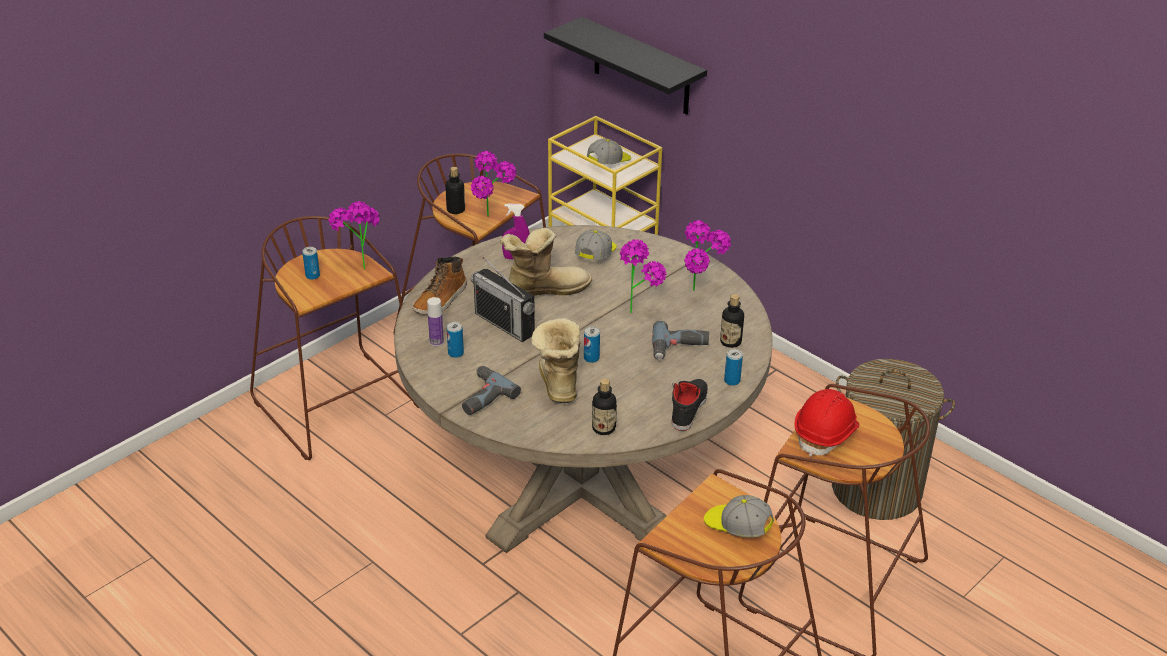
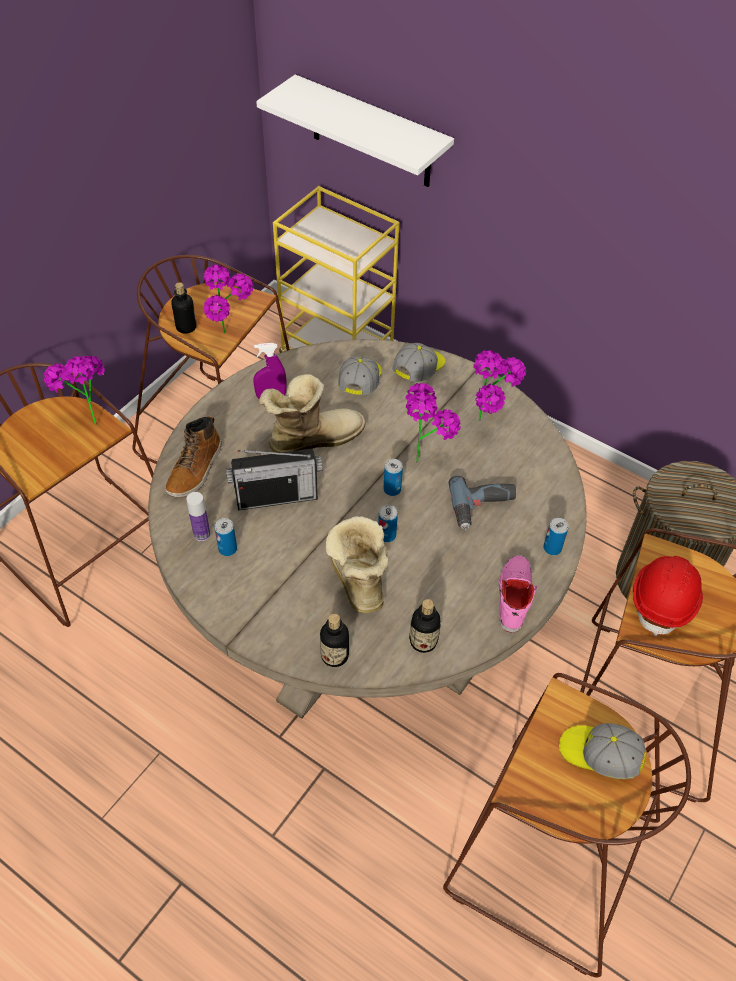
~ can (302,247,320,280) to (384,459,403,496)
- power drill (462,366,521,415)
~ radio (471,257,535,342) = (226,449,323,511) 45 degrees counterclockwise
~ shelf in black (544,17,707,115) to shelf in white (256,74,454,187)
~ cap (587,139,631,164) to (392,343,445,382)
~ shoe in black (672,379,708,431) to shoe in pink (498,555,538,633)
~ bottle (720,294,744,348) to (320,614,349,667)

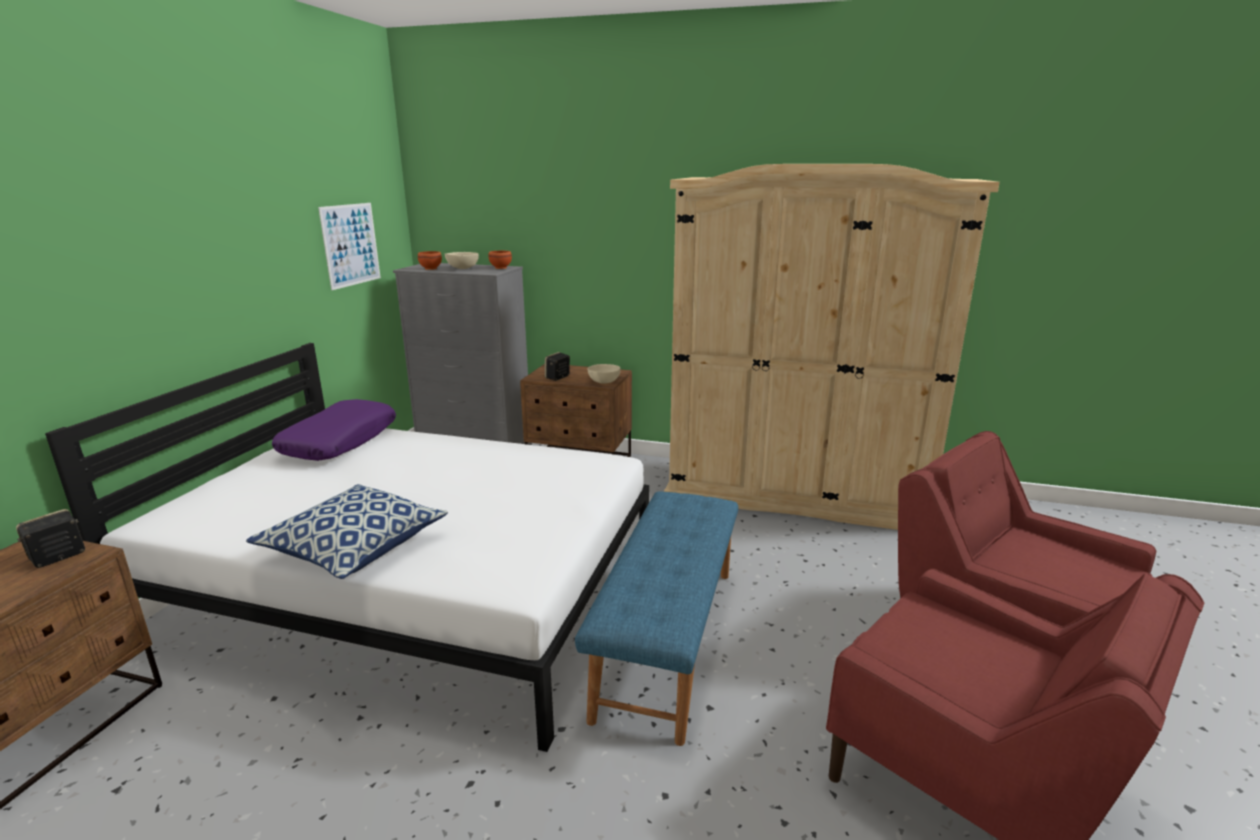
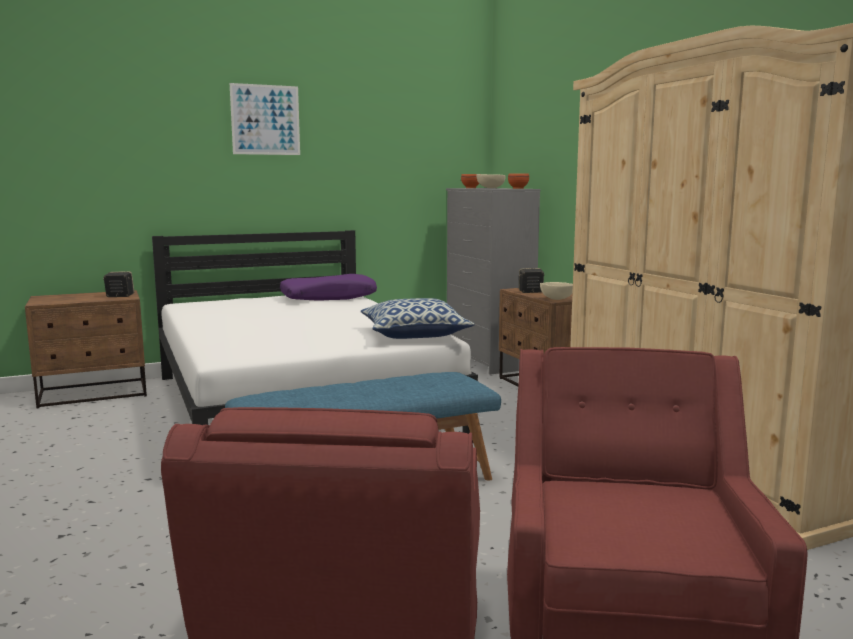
~ pillow (246,484,448,579) to (361,298,475,339)
~ picture (318,203,381,290) to (230,83,300,155)

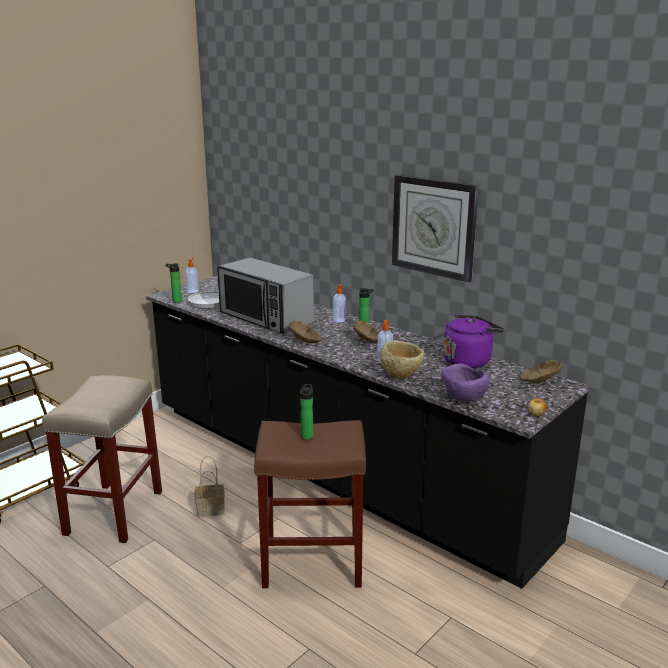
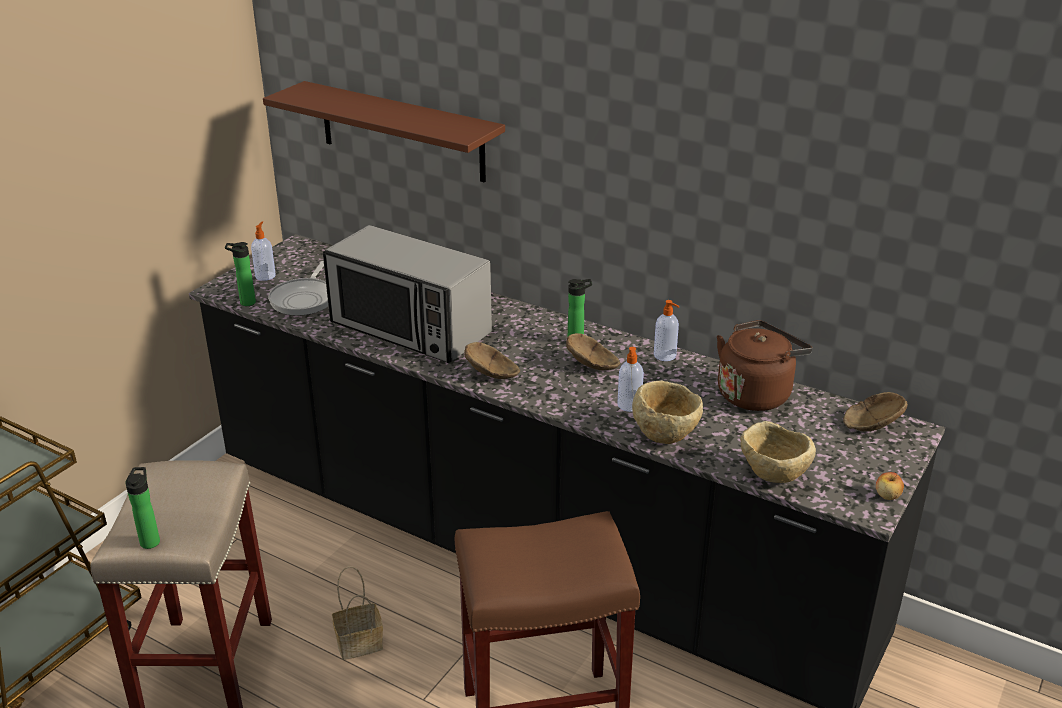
~ bottle (300,384,313,439) to (126,467,160,549)
~ soap dispenser (333,285,346,322) to (654,300,680,361)
- wall clock (392,175,479,283)
~ bowl in purple (441,363,490,401) to bowl in beige (740,421,816,483)
~ kettle in purple (443,314,504,368) to kettle in brown (717,320,812,411)
+ shelf in brown (263,81,505,183)

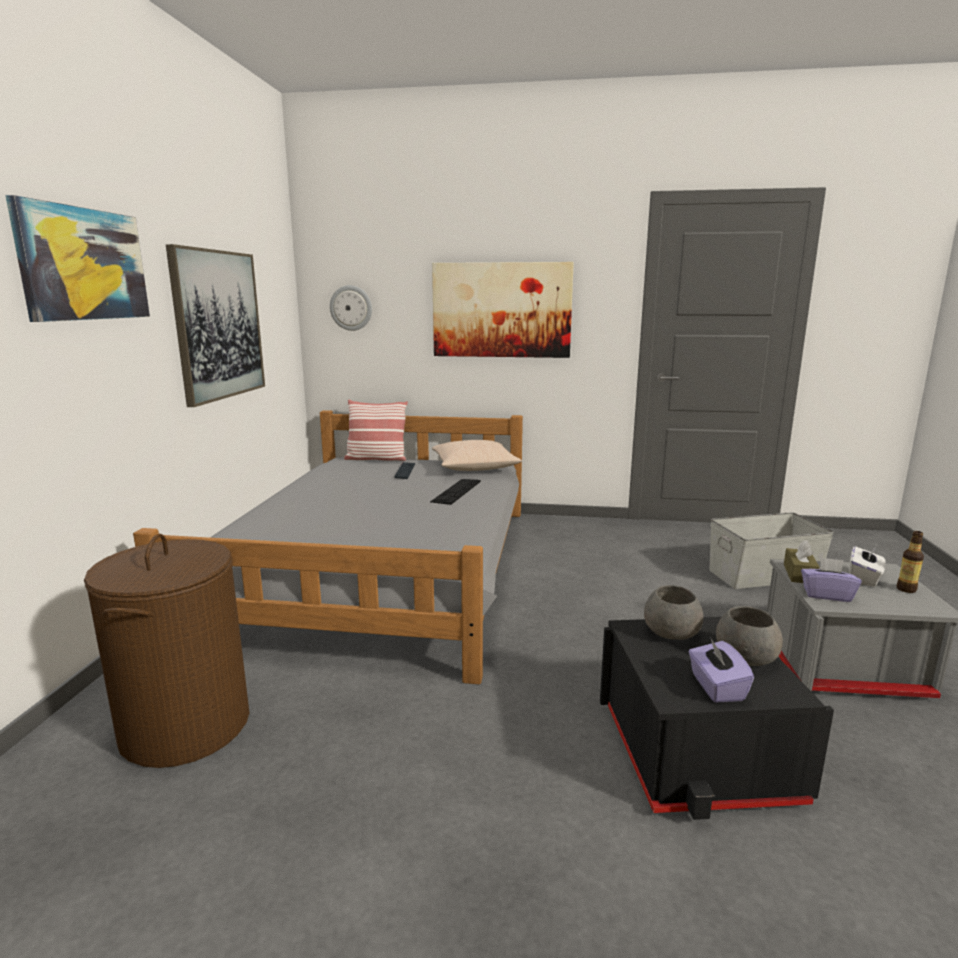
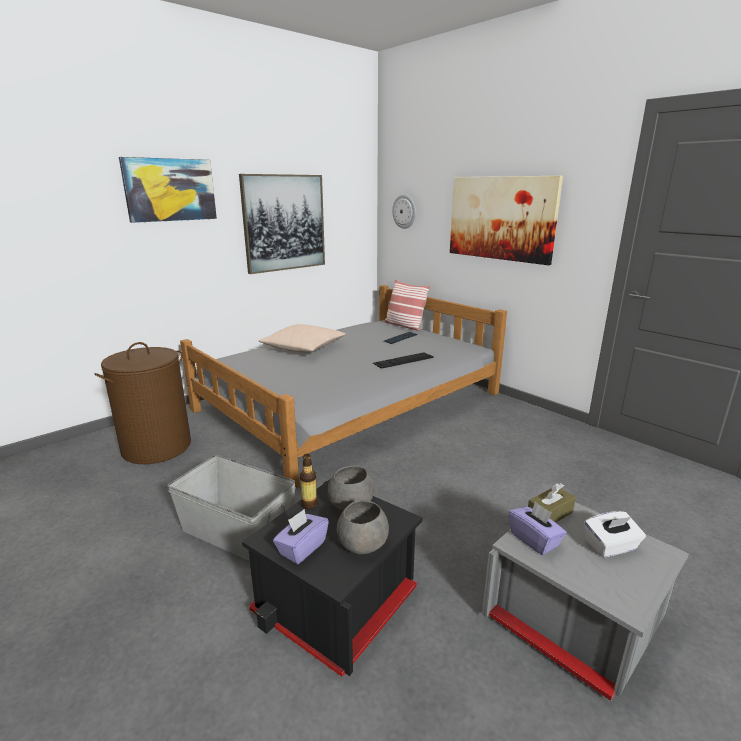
~ pillow in beige (432,440,522,471) to (259,324,346,353)
~ storage box in grey (709,512,834,589) to (167,455,296,561)
~ bottle (897,531,924,593) to (300,454,318,509)

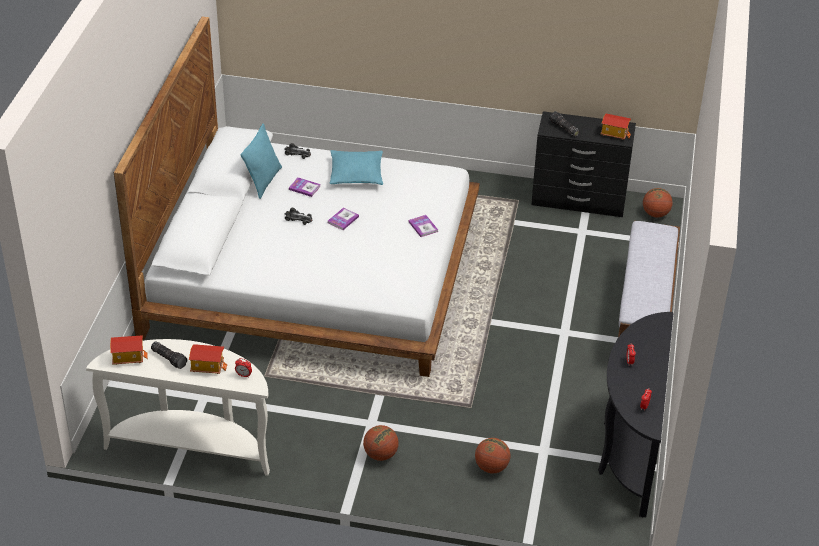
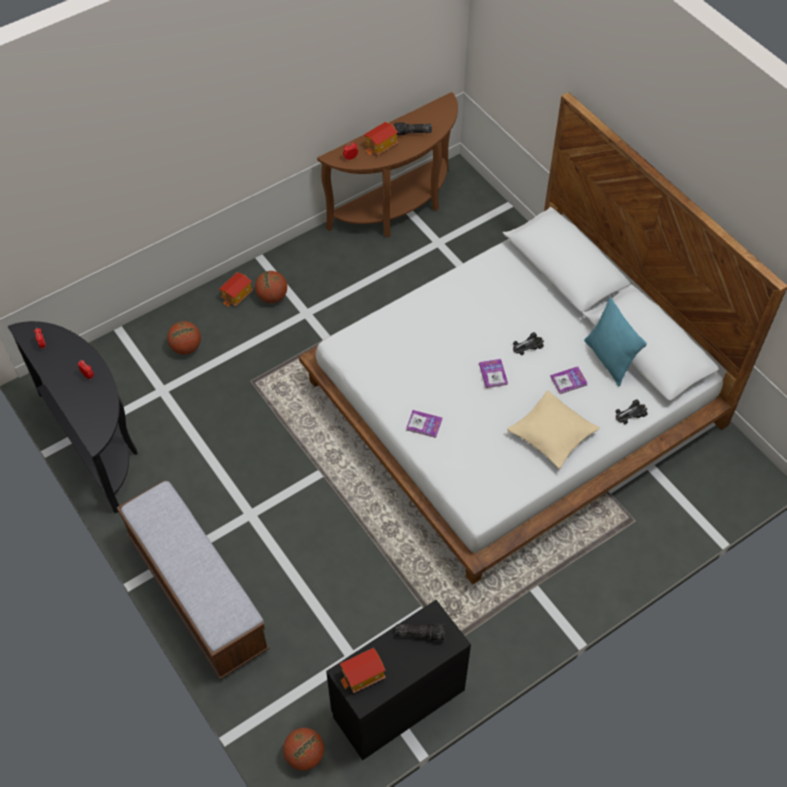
~ console table in white (86,339,270,476) to console table in brown (317,92,458,237)
~ toy house (110,335,148,365) to (219,272,253,307)
~ pillow in turquoise (329,150,383,185) to pillow in beige (507,390,600,469)

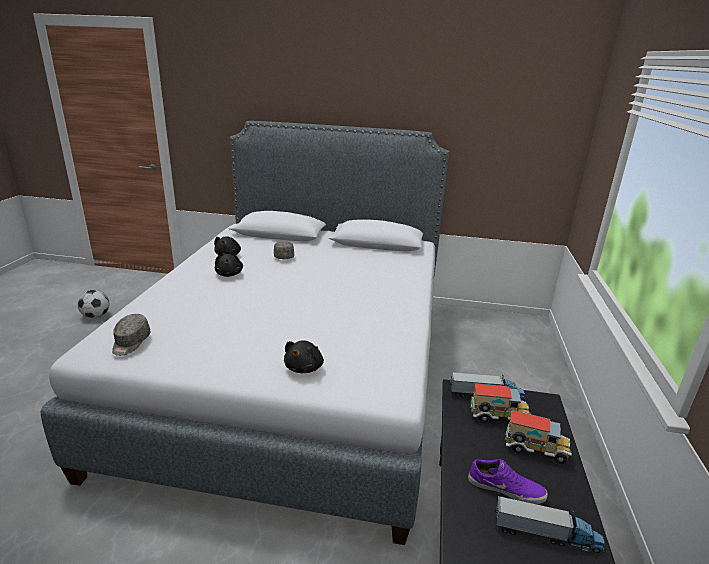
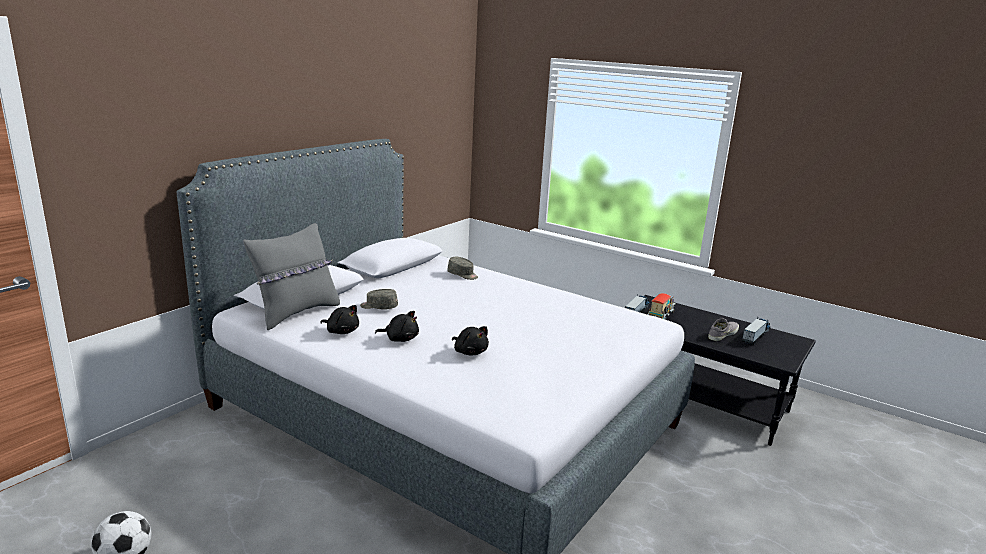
~ cap in grey (112,314,151,356) to (447,257,478,280)
~ plush toy in black (284,340,324,373) to (452,326,489,355)
~ shoe in purple (468,459,548,504) to shoe in grey (708,318,739,341)
- toy truck (505,410,572,464)
+ pillow in grey (243,223,340,331)

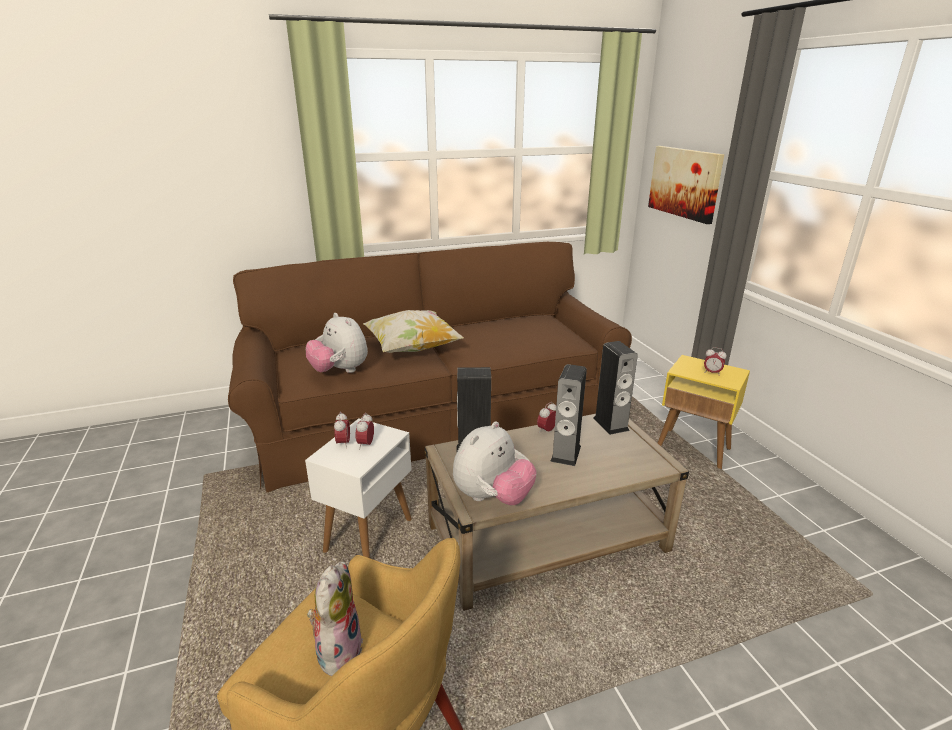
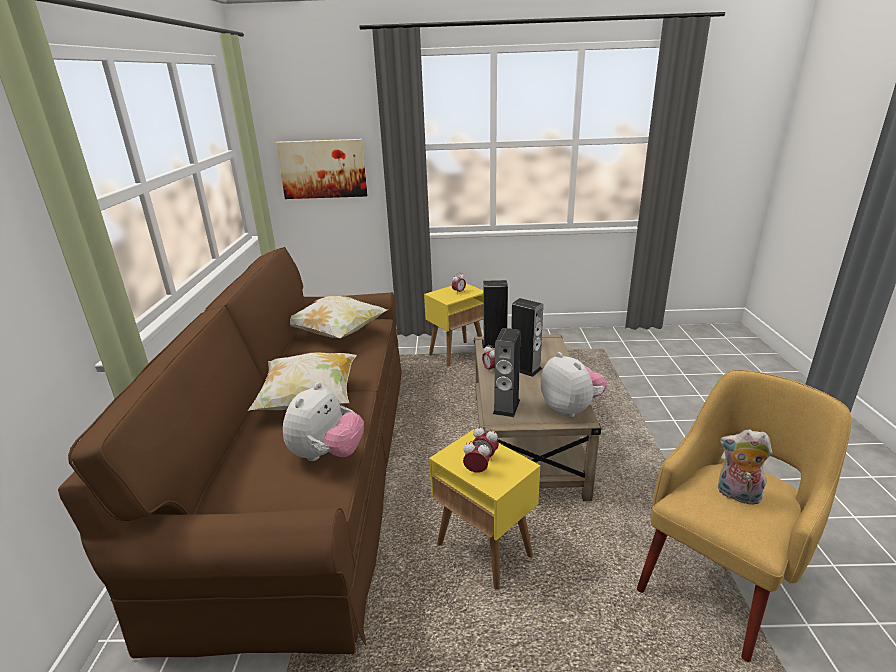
~ side table in white (305,418,412,558) to side table in yellow (429,429,540,590)
~ plush toy (306,313,368,373) = (283,383,364,461) 45 degrees counterclockwise
+ pillow (290,296,387,339)

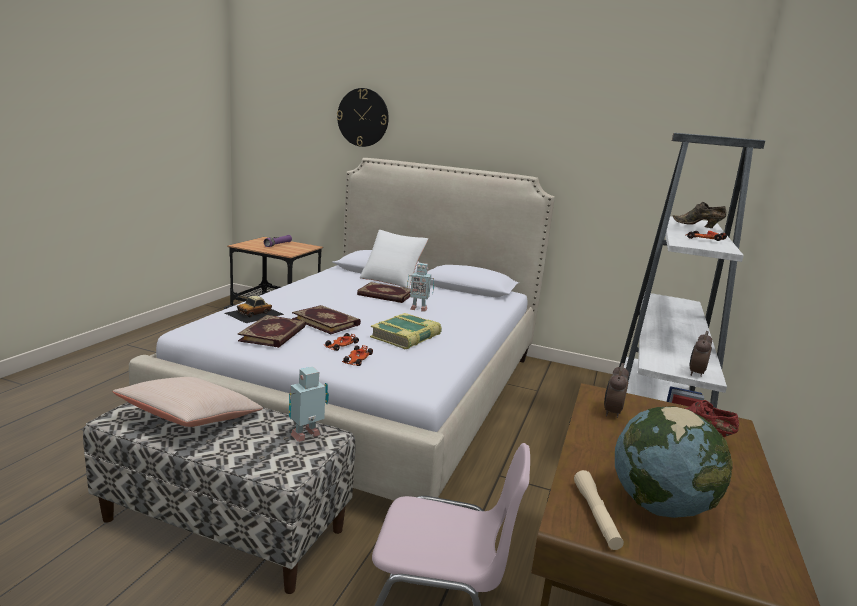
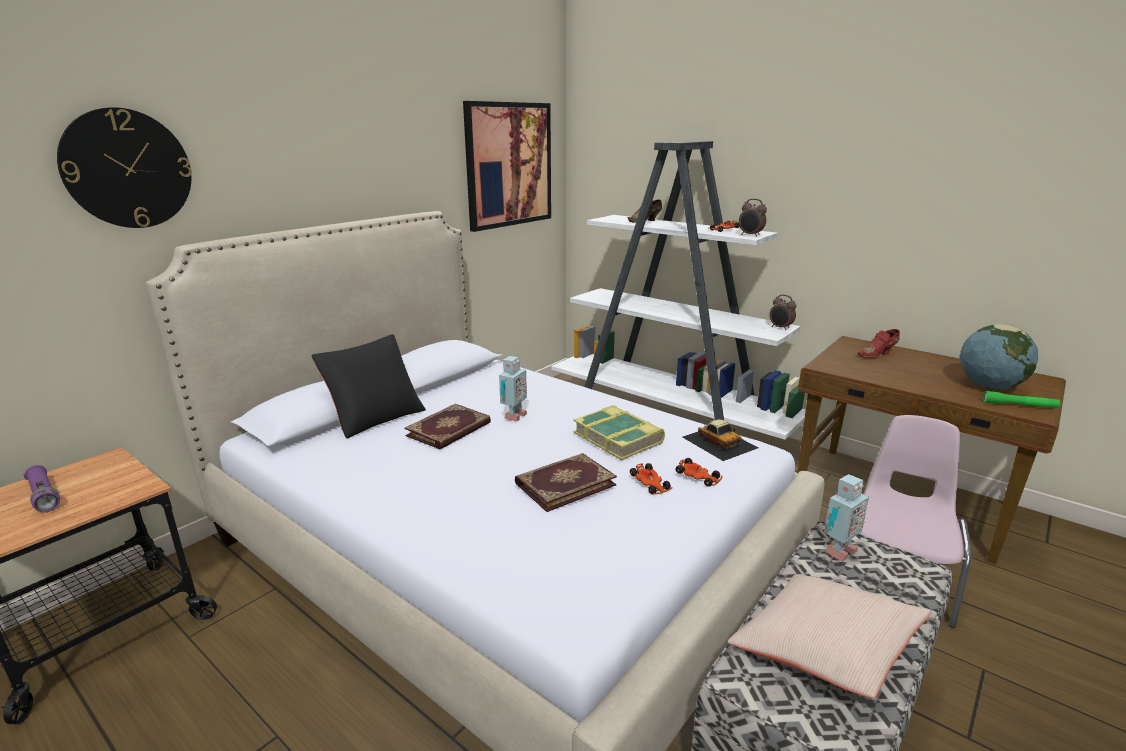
~ toy car (225,296,284,323) to (682,419,758,461)
- book (238,315,306,348)
~ toy robot (289,367,329,442) = (824,474,869,562) 105 degrees counterclockwise
~ pillow in white (360,230,428,288) to pillow in black (311,334,426,438)
~ flashlight in beige (574,470,624,550) to flashlight in green (983,391,1060,408)
~ alarm clock (604,363,629,418) to (739,199,767,237)
+ picture (463,101,551,232)

